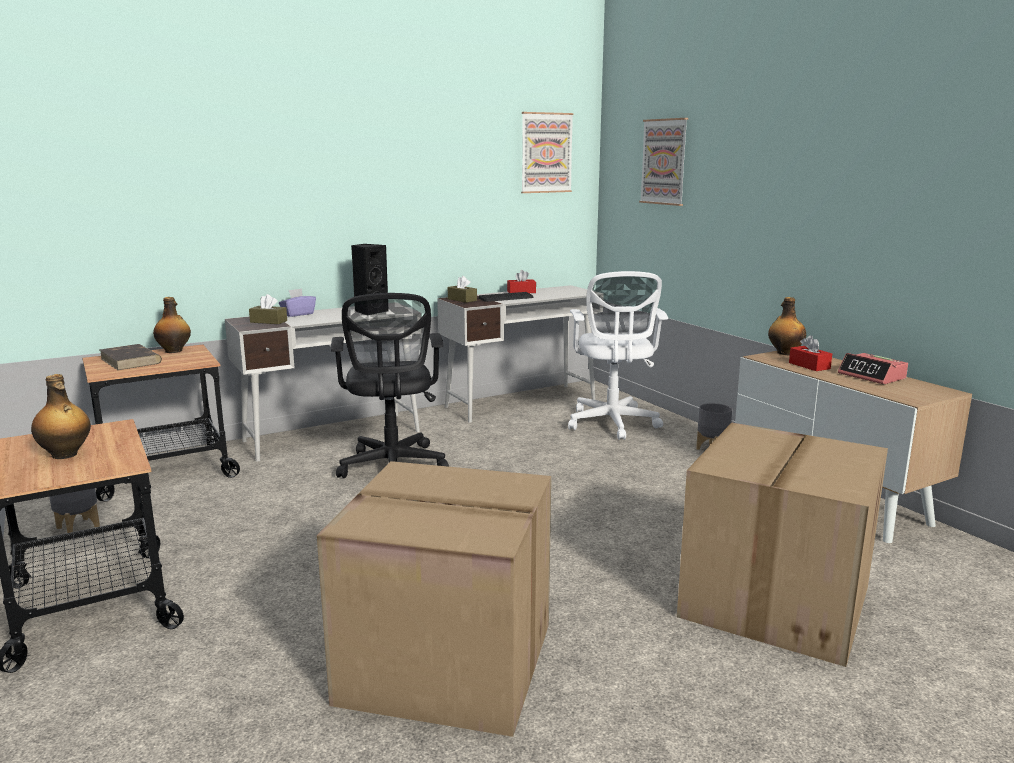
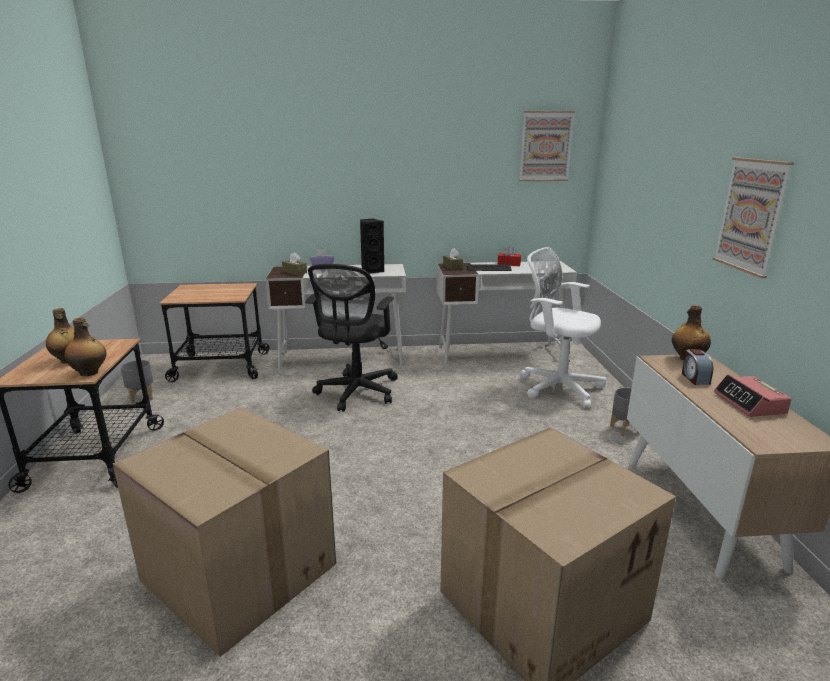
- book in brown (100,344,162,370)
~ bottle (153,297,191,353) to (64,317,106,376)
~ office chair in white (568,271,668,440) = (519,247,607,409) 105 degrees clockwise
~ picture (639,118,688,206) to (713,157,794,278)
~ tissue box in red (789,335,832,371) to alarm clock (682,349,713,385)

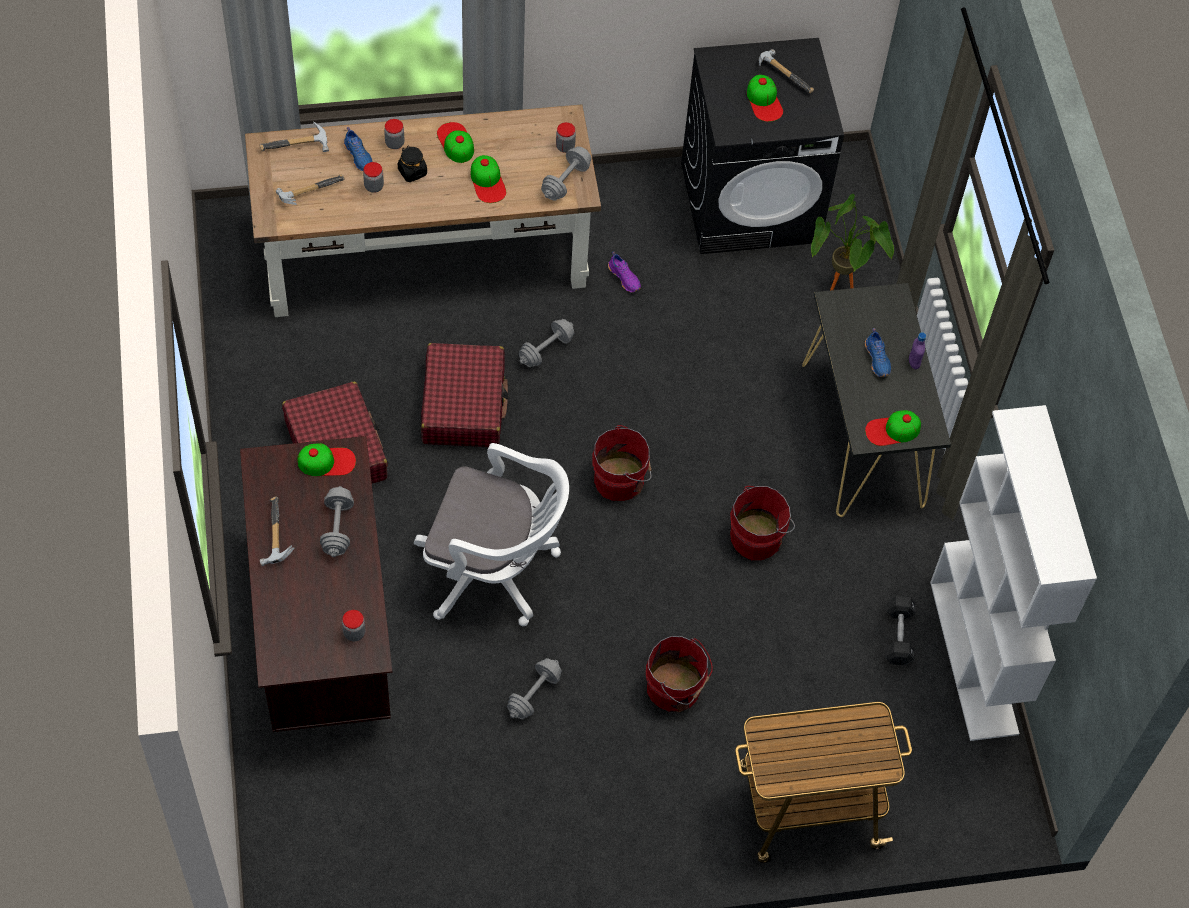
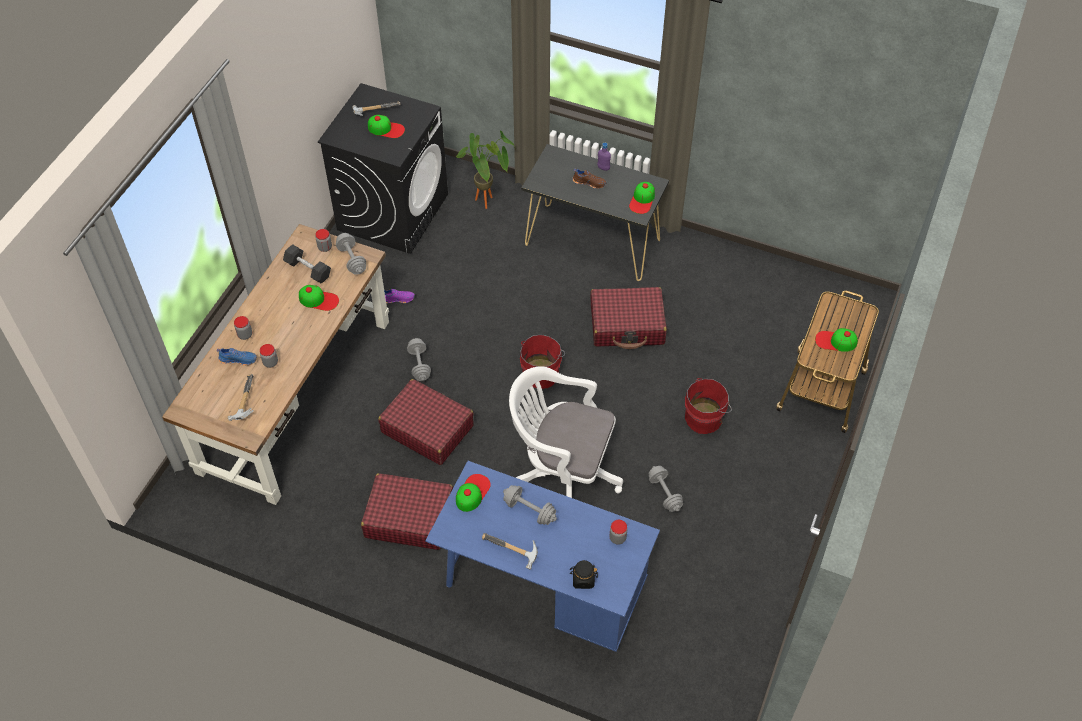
~ desk in brown (240,436,393,732) to desk in blue (425,461,660,652)
- hammer (260,121,329,152)
~ jar in black (398,146,427,182) to (570,560,598,589)
~ office chair in white (414,443,569,626) = (509,366,623,498) 120 degrees counterclockwise
~ cap (437,122,474,163) to (815,328,858,352)
~ bucket in red (730,486,795,560) to suitcase in red (591,287,667,349)
~ shoe in blue (865,328,891,377) to shoe in brown (572,168,606,189)
~ dumbbell in black (885,595,916,665) to (283,244,331,284)
- bookcase in white (930,405,1097,741)

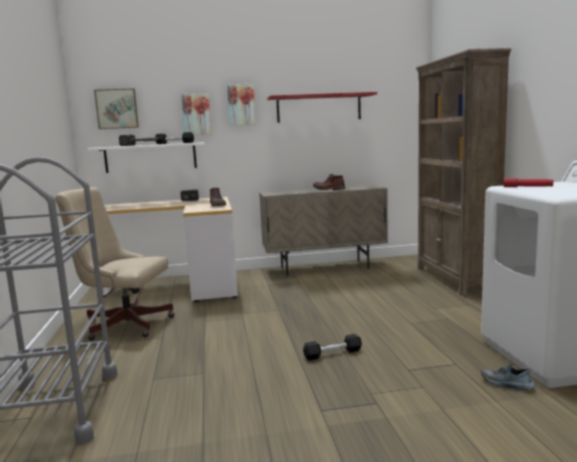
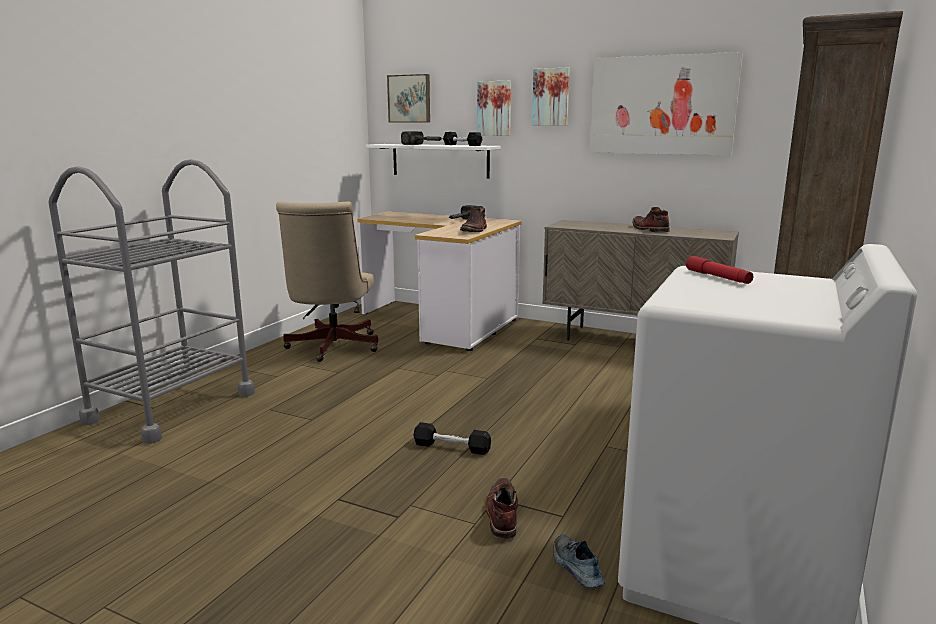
~ office chair in beige (55,187,175,341) = (276,201,378,362) 135 degrees counterclockwise
~ shelf in red (267,92,377,123) to picture (590,52,743,155)
+ boot in brown (485,478,518,539)

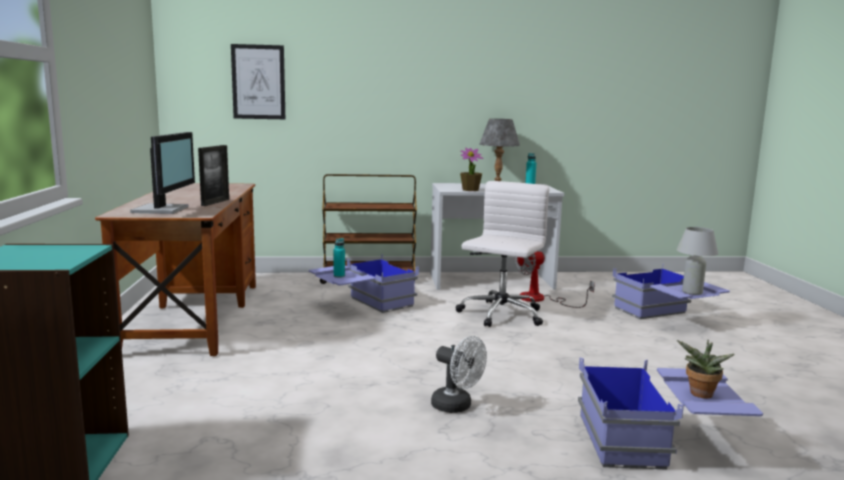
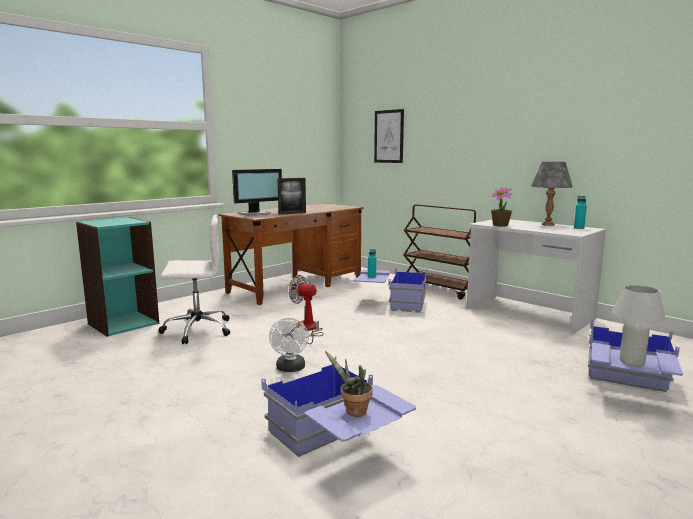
~ office chair in white (456,181,549,327) to (159,214,230,344)
~ fan (515,251,595,308) to (289,275,324,344)

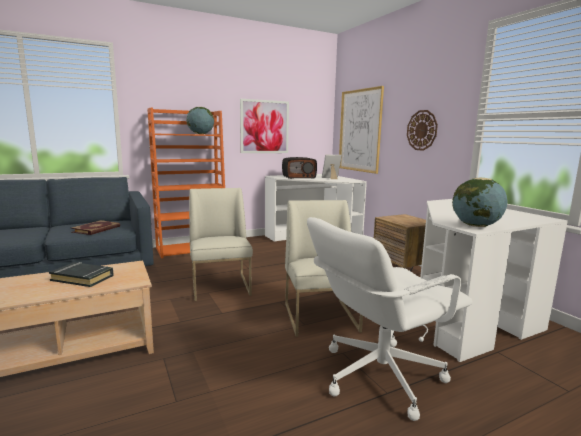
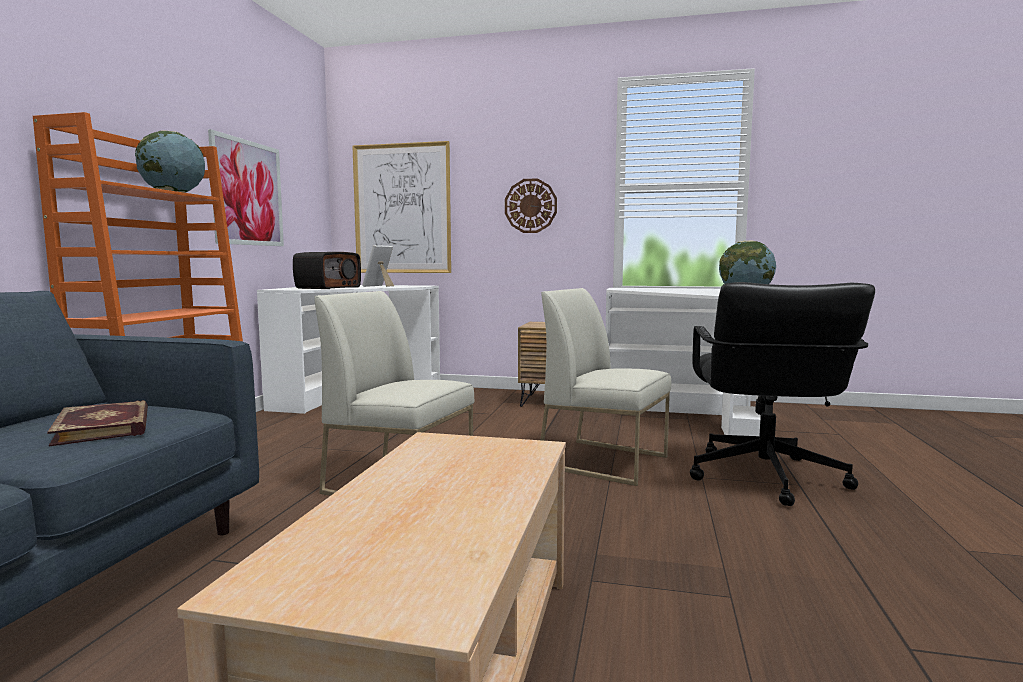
- book in black (49,262,114,287)
~ office chair in white (307,217,473,421) to office chair in black (690,282,875,506)

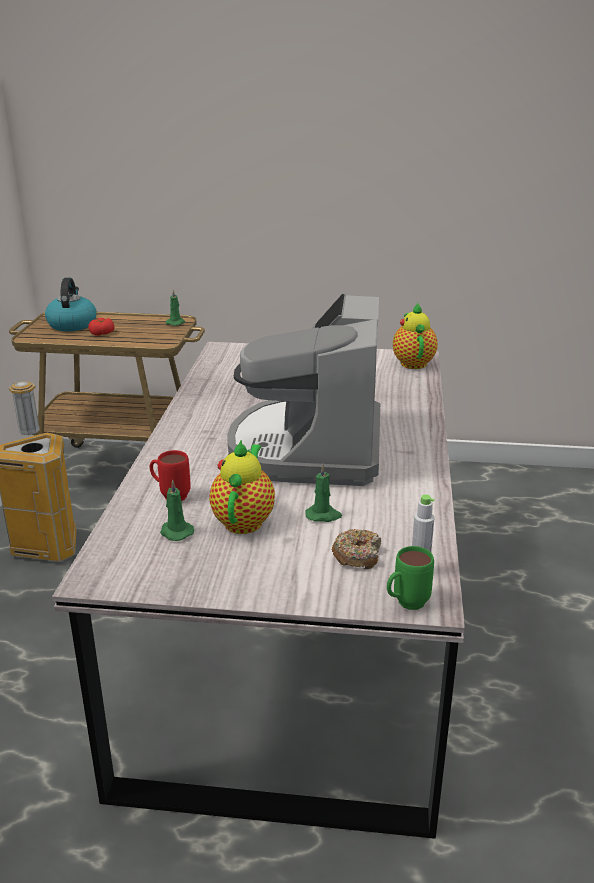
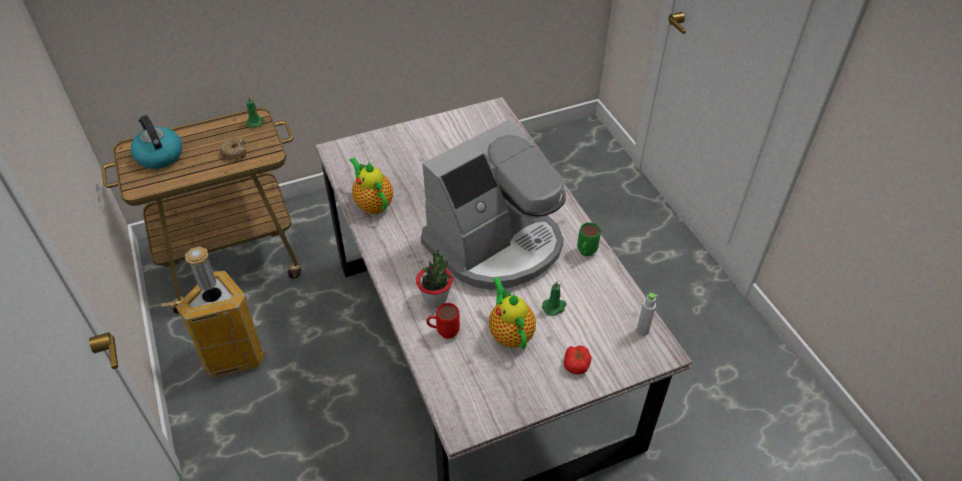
~ tomato (88,318,115,336) to (564,345,591,374)
- candle in green (160,479,194,541)
~ coffee machine (227,293,380,486) = (421,119,566,290) 105 degrees counterclockwise
~ donut (332,529,381,569) to (220,138,247,160)
~ mug in green (387,546,434,610) to (577,222,601,256)
~ teapot (393,303,438,369) to (349,157,393,214)
+ potted plant (416,249,453,308)

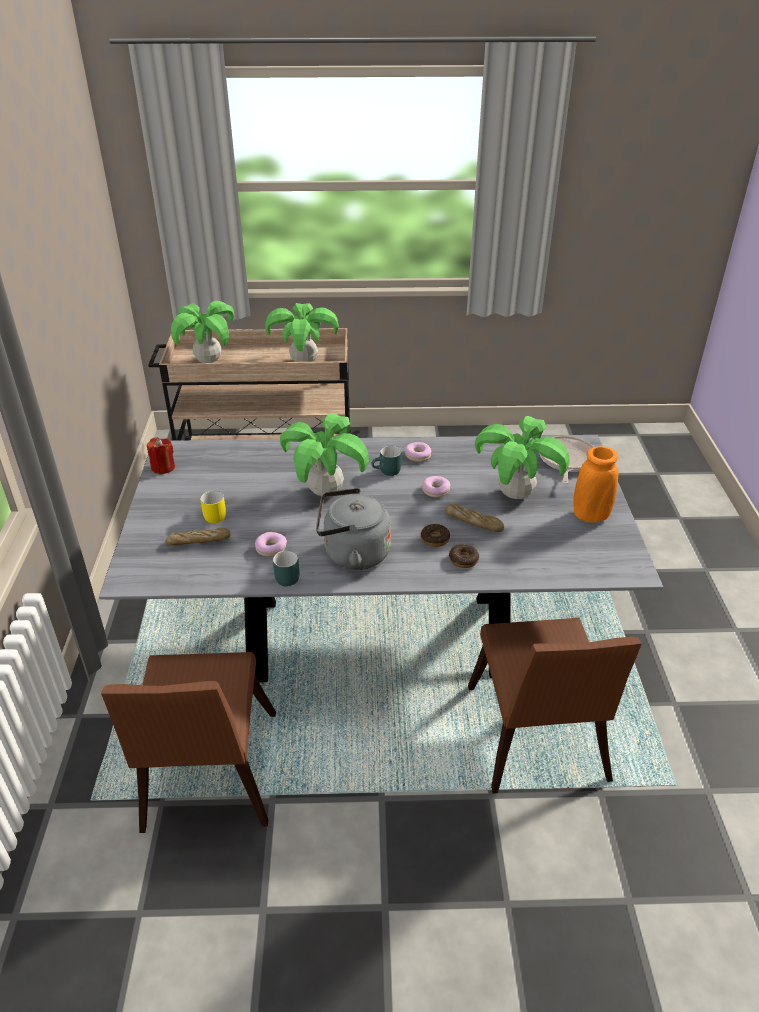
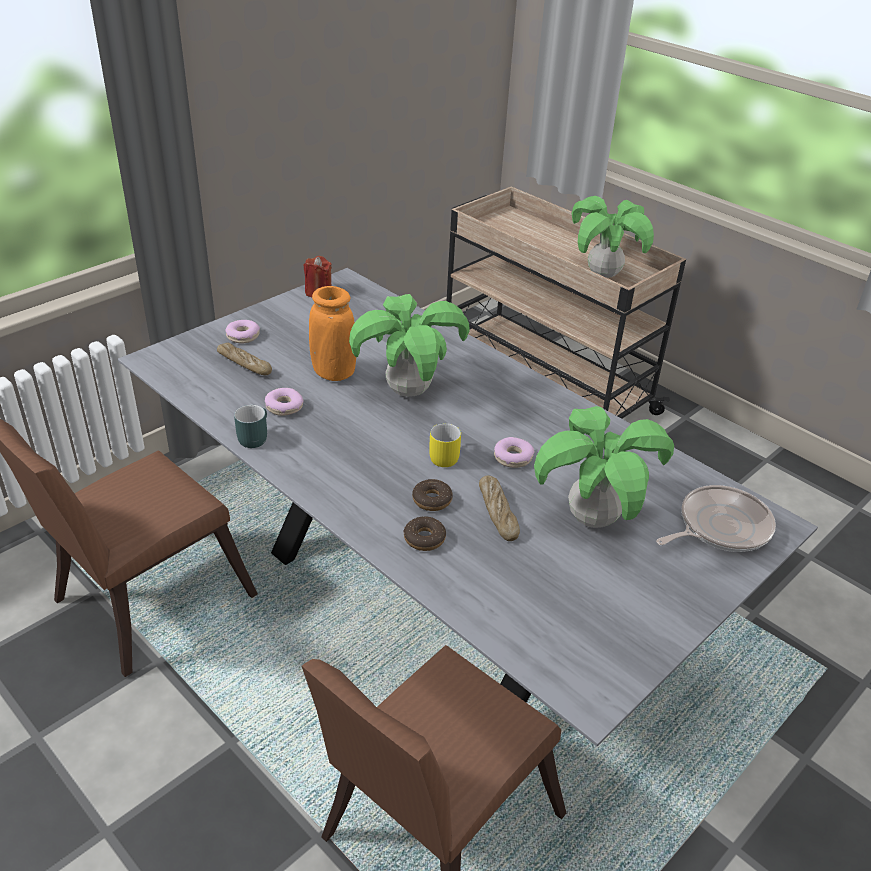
- potted plant (171,301,234,363)
~ mug in yellow (200,491,226,523) to (429,423,461,467)
- kettle in grey (316,488,391,570)
- mug in turquoise (371,445,402,476)
~ donut (405,442,431,462) to (226,320,260,344)
~ vase in orange (573,446,618,523) to (309,286,356,381)

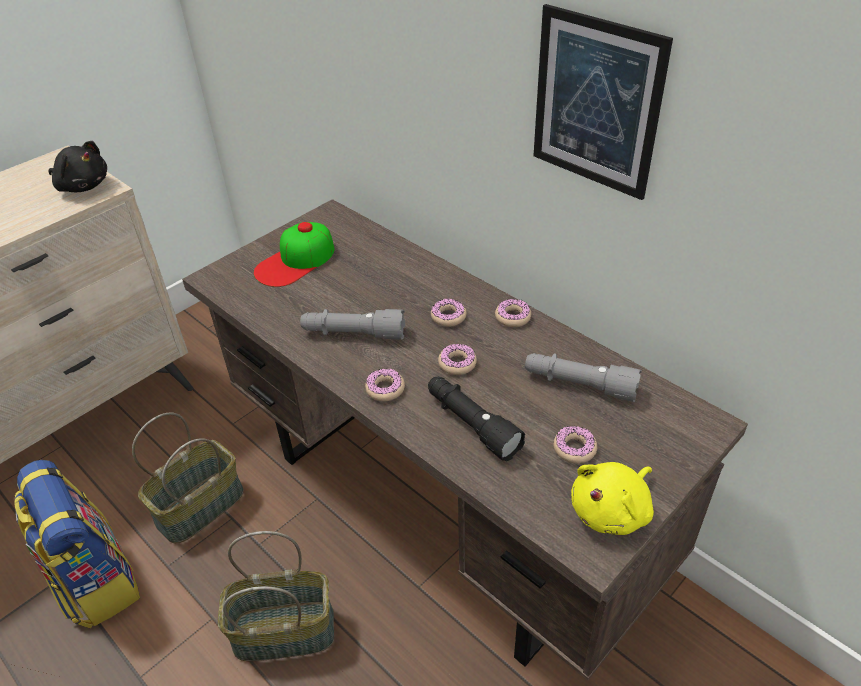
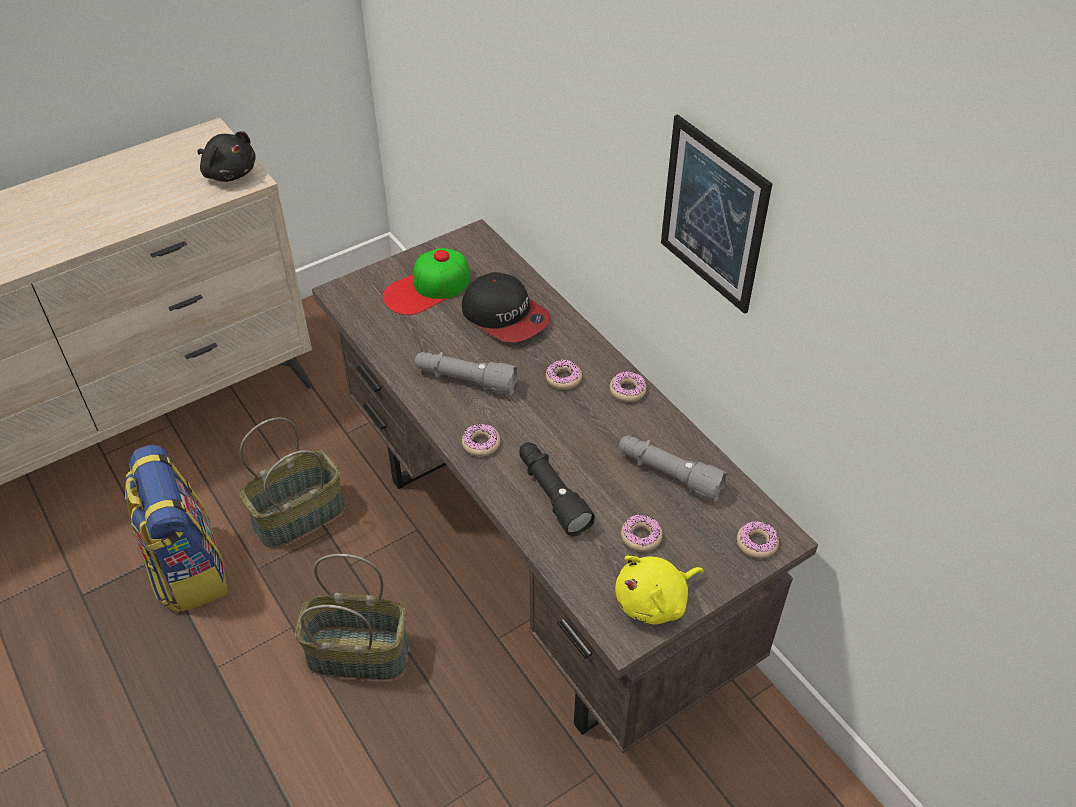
~ donut (438,344,477,375) to (737,521,779,559)
+ cap (462,272,550,343)

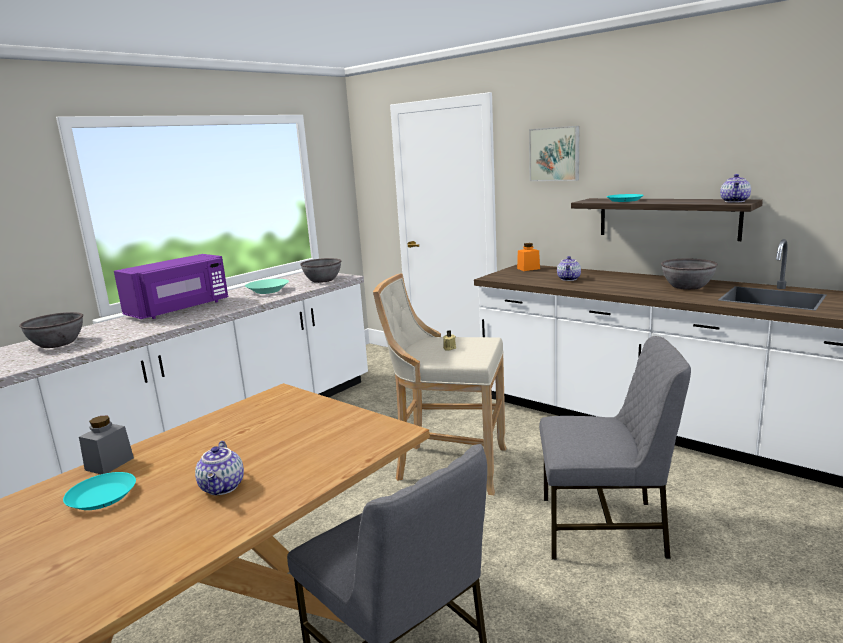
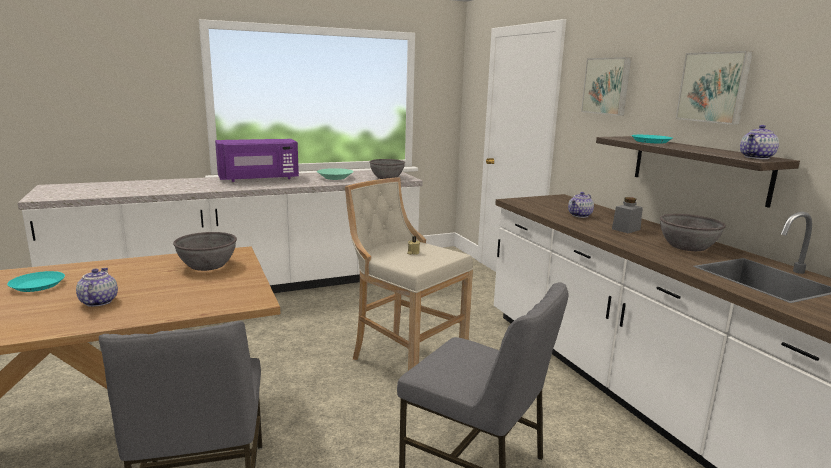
~ bowl in grey (19,312,83,348) to (173,232,237,271)
~ jar in grey (79,416,134,474) to (612,197,643,233)
~ teapot (195,441,244,495) = (76,268,118,307) 150 degrees clockwise
- jar in orange (517,243,540,271)
+ picture (676,51,753,125)

